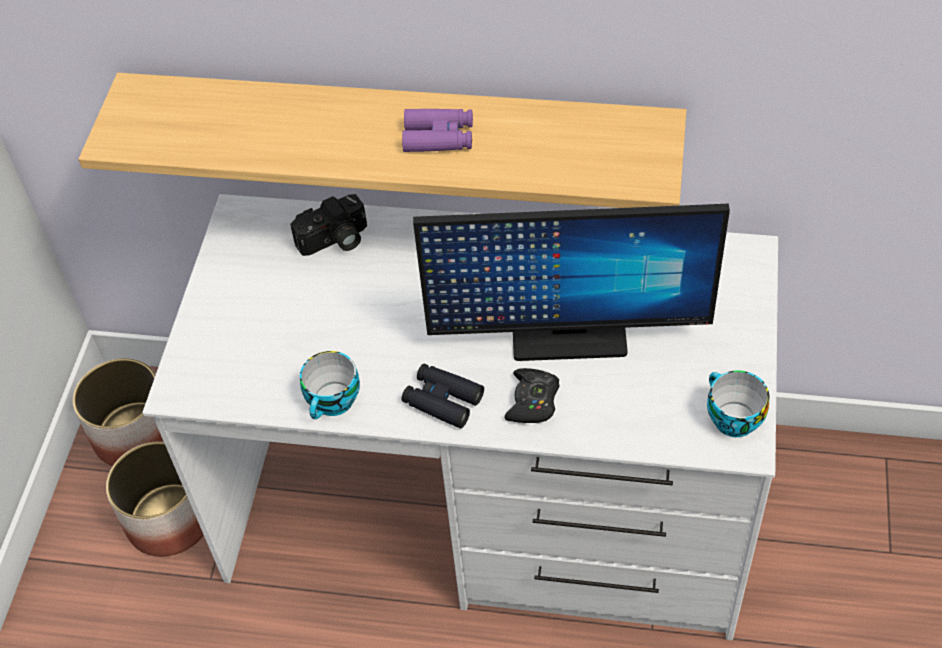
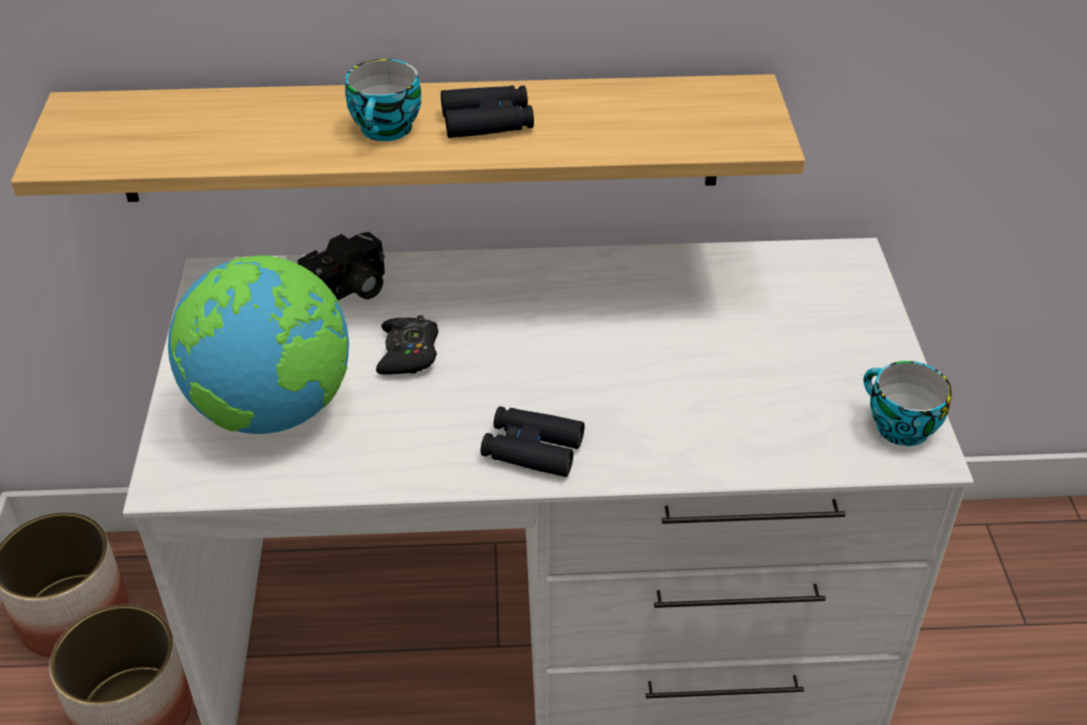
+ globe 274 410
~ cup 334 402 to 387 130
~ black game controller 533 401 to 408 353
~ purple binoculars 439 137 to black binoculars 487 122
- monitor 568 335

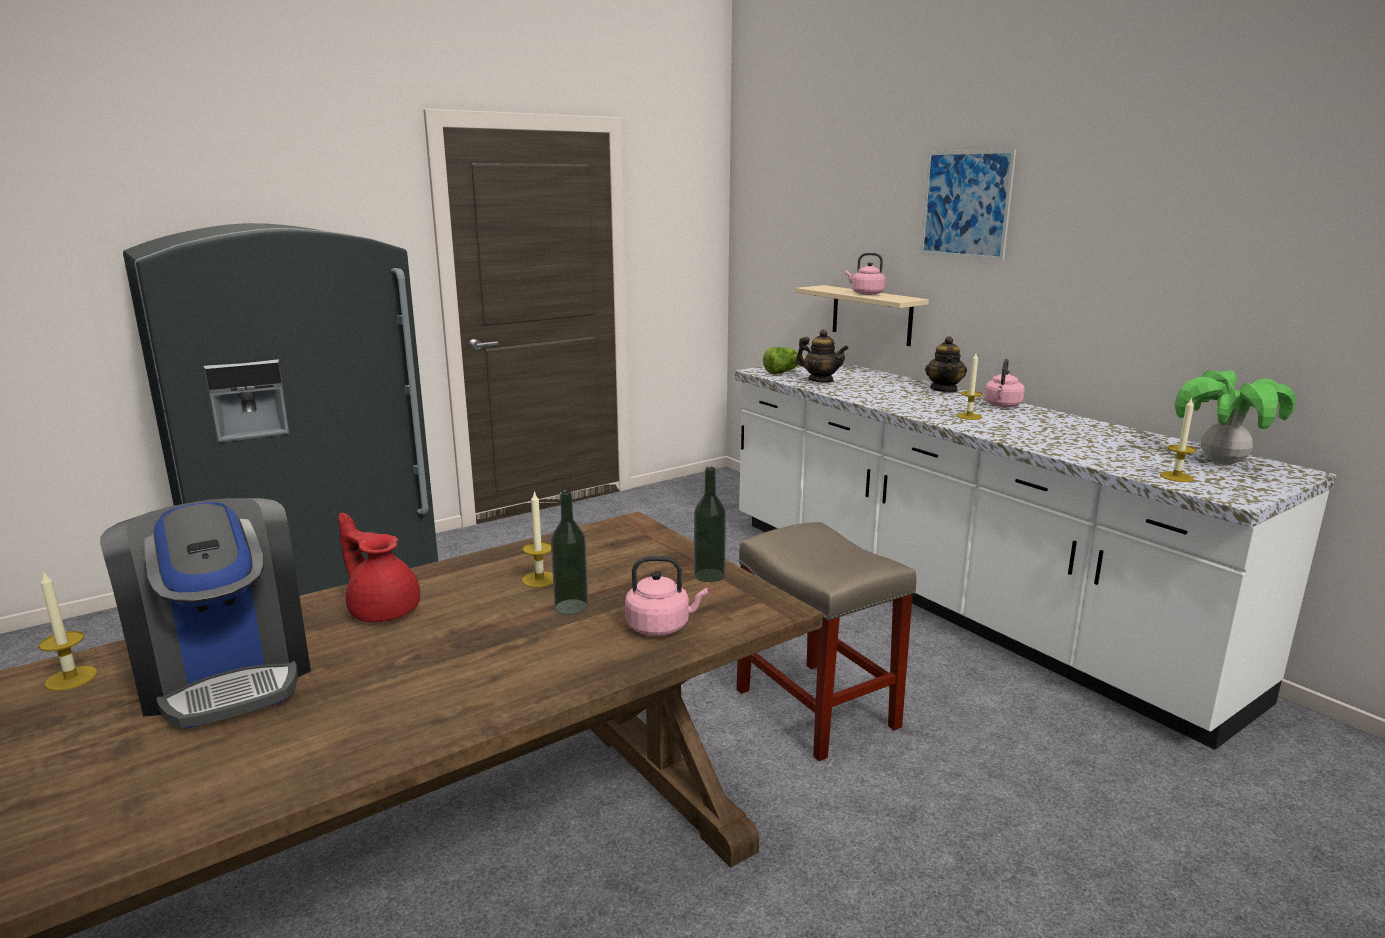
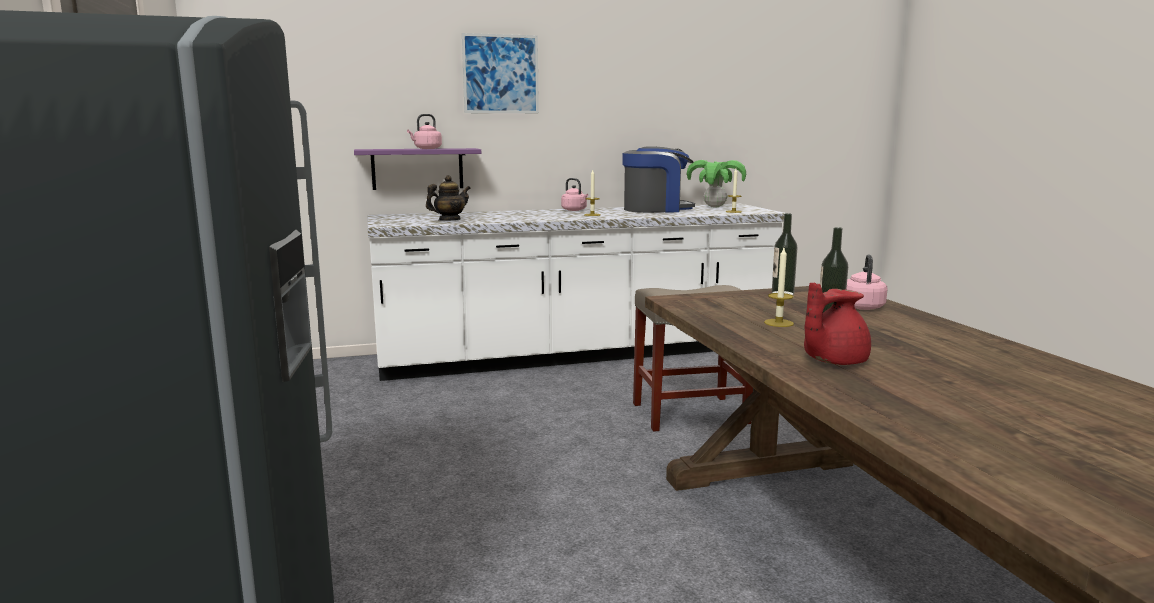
~ beige shelf 871 315 to purple shelf 417 169
~ coffee machine 226 674 to 656 209
- candle 71 678
- lettuce 783 372
- teapot 944 389

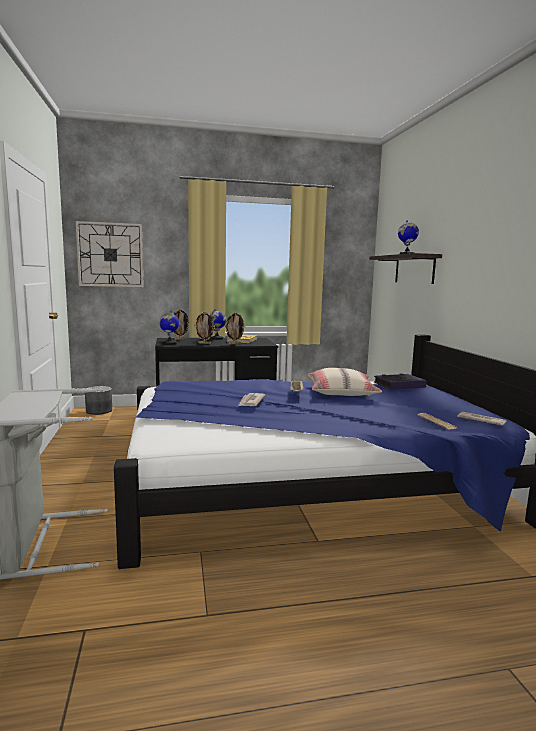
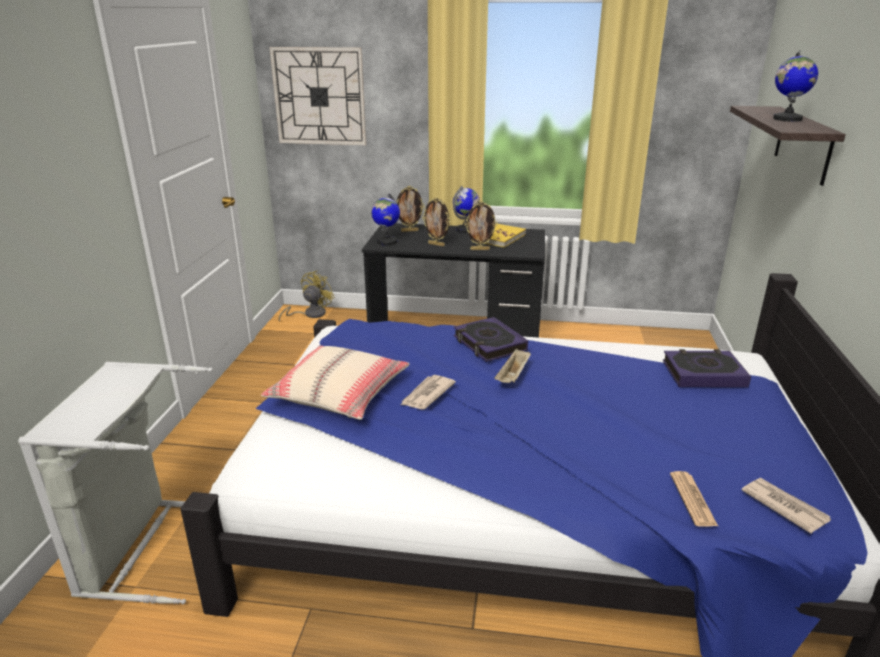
~ beige pillow 341 392 to 339 394
~ grey planter 98 411 to yellow fan 310 314
+ book 489 344

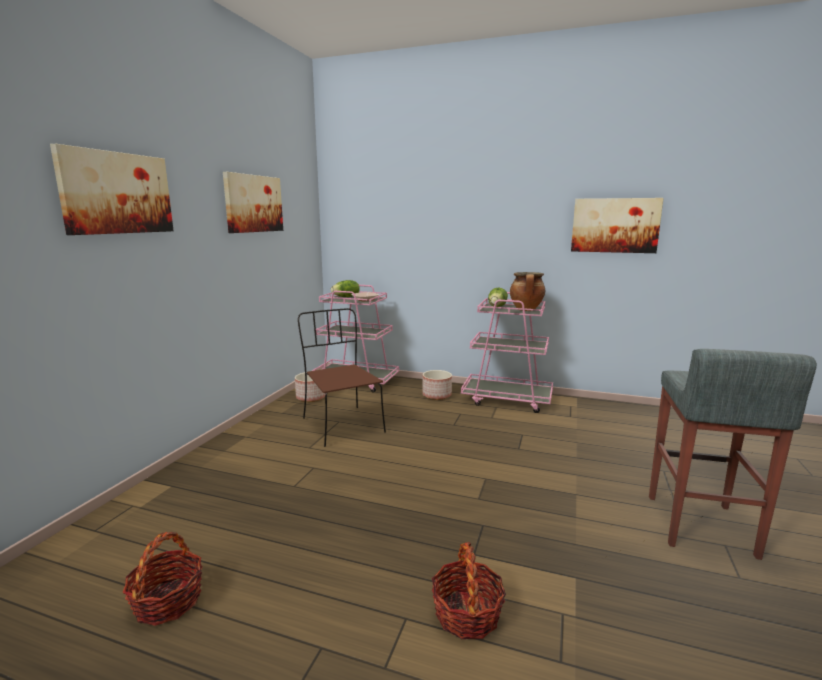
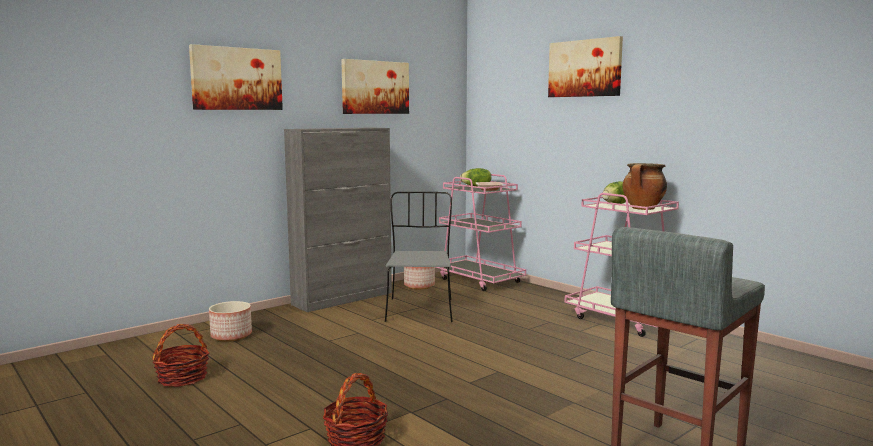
~ planter 436 395 to 231 336
+ grey cabinet 343 298
~ brown chair 341 425 to grey chair 420 309
~ picture 615 225 to 585 68

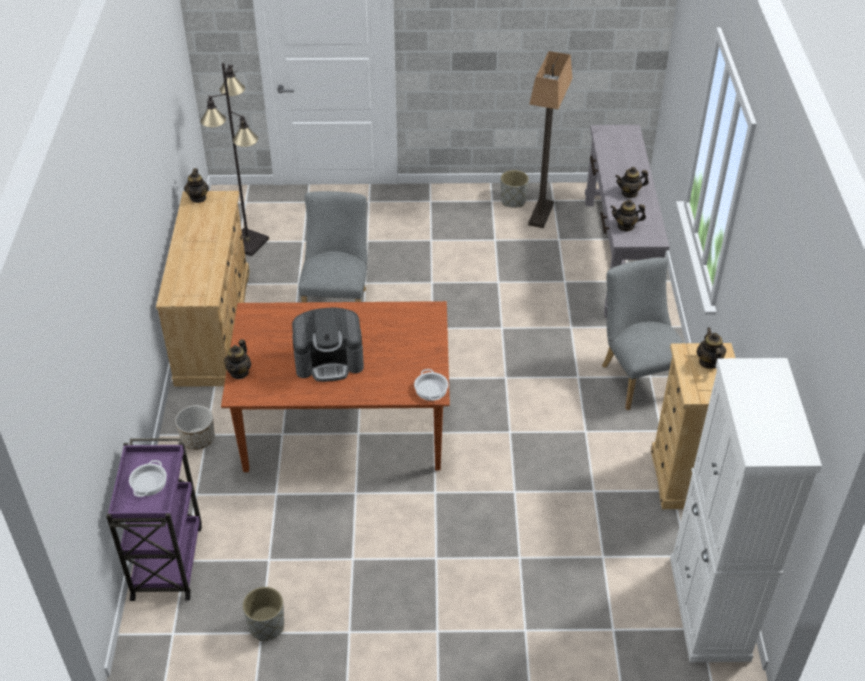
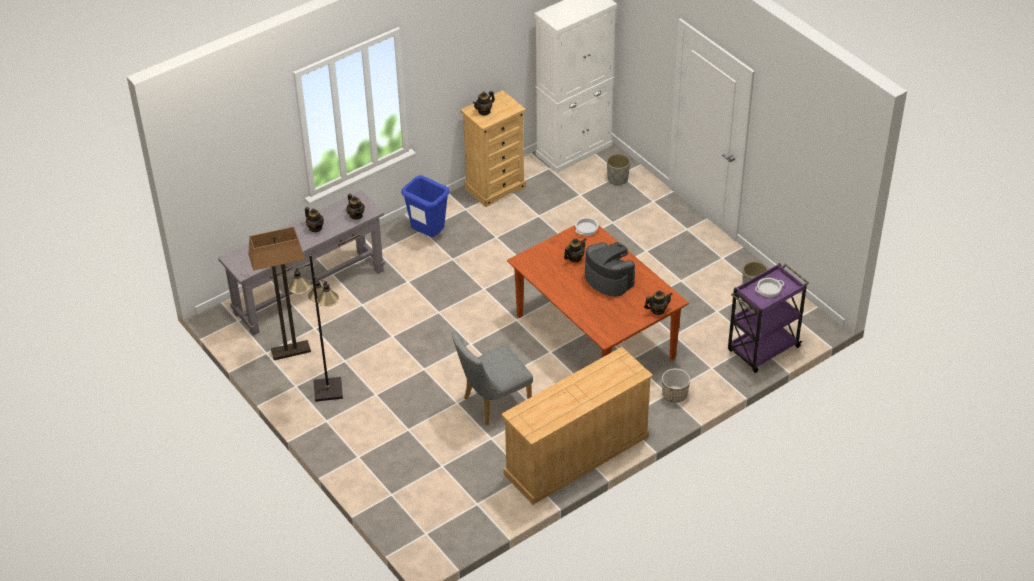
~ black floor lamp 248 243 to 327 389
~ grey chair 637 376 to blue trash can 428 235
~ teapot 198 198 to 574 258
~ grey planter 513 201 to 618 179

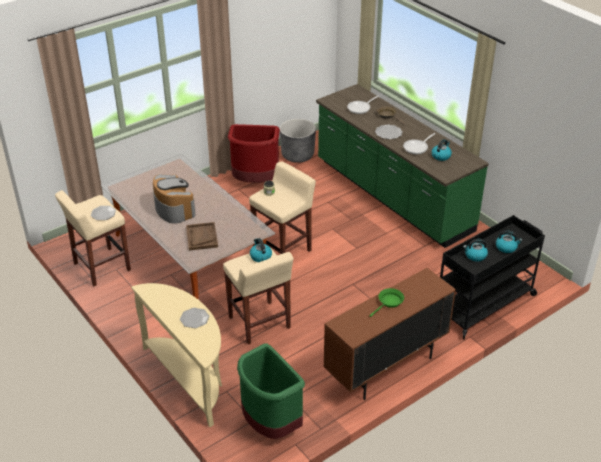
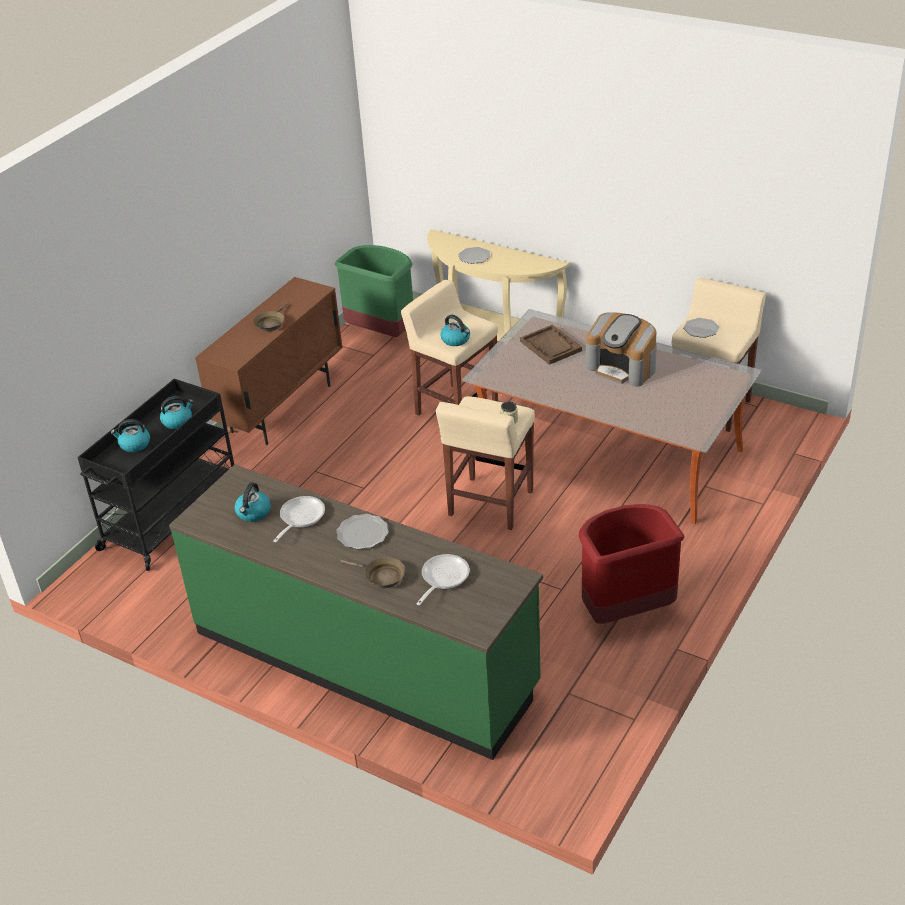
~ green frying pan 389 302 to brown frying pan 271 323
- grey planter 297 155

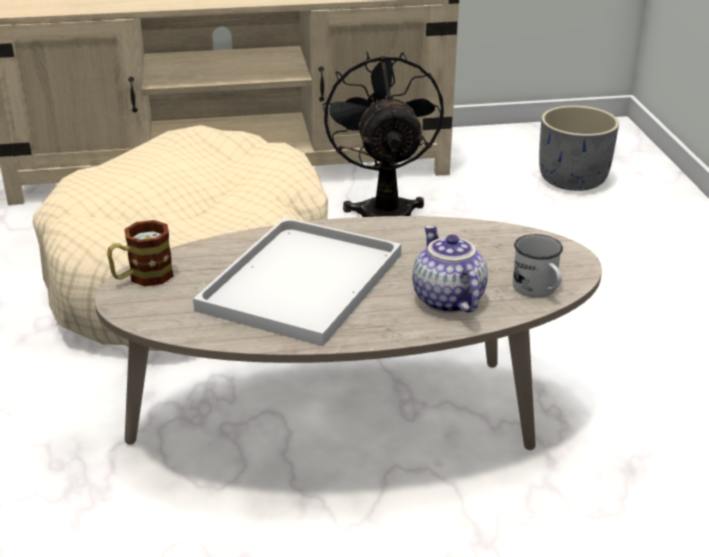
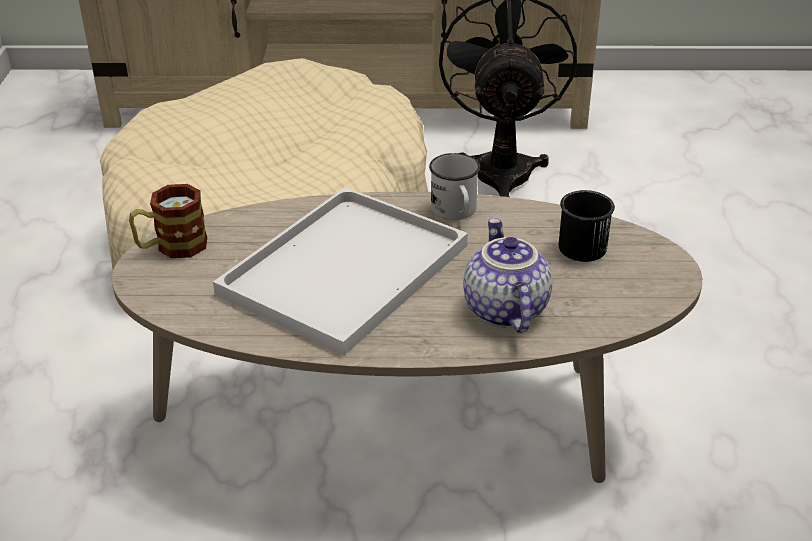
~ white mug 538 290 to 456 212
+ black mug 587 244
- grey planter 573 180

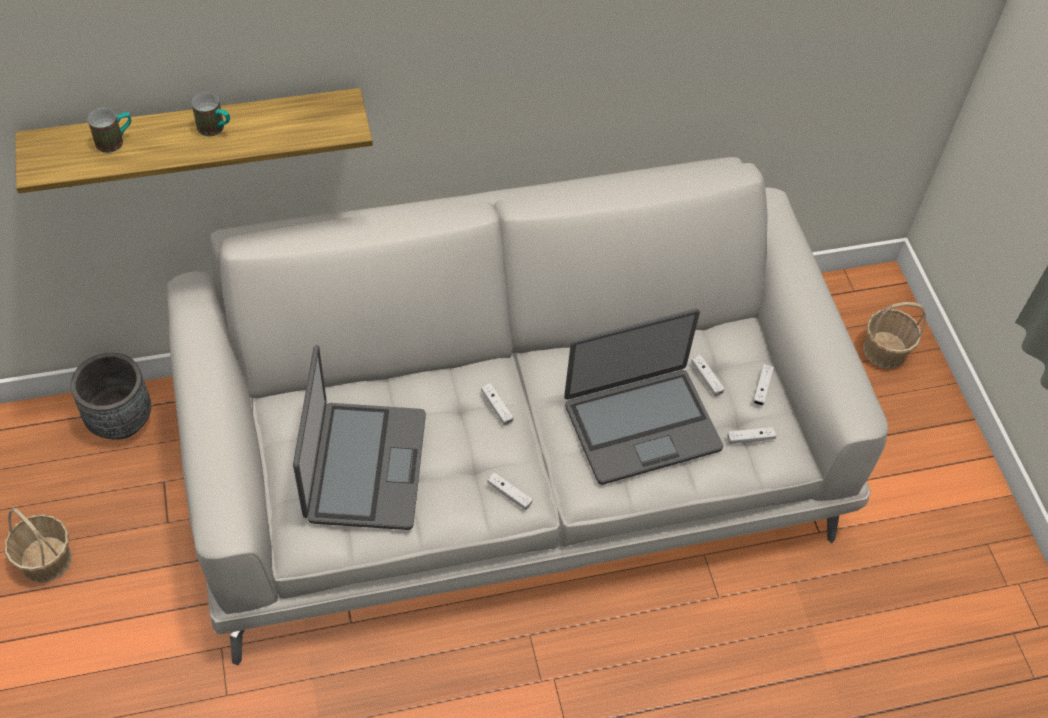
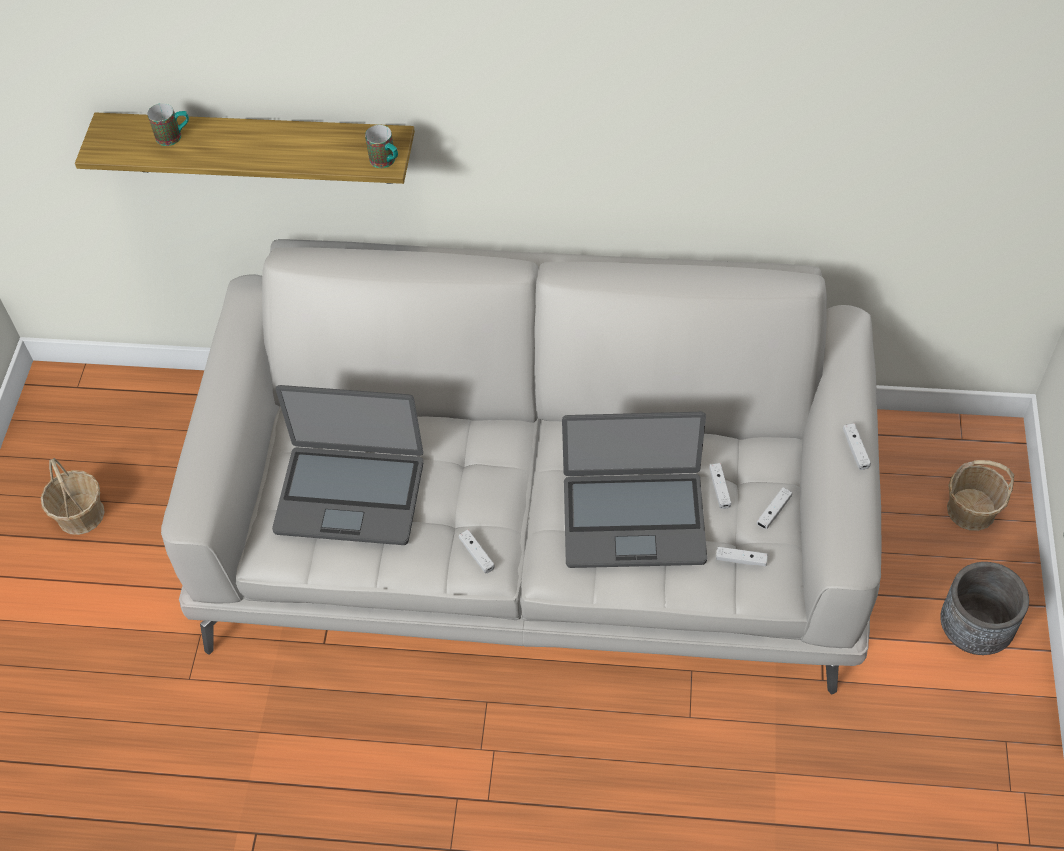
~ laptop 364 467 = 350 494 75 degrees clockwise
~ mug 215 129 to 386 162
~ white game controller 496 407 to 855 450
~ grey planter 121 420 to 973 631

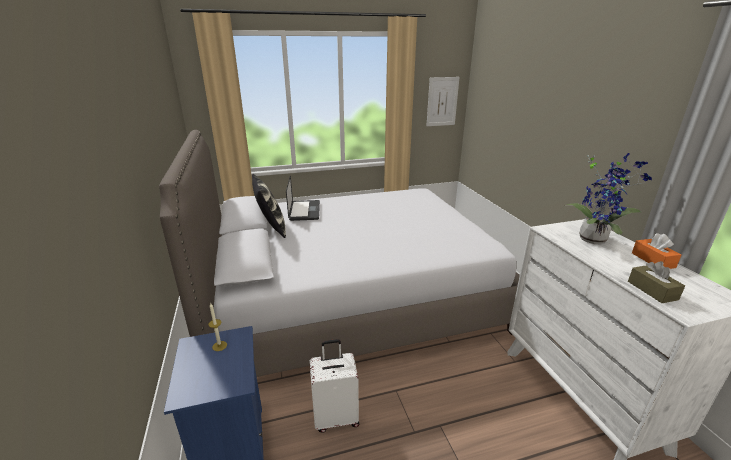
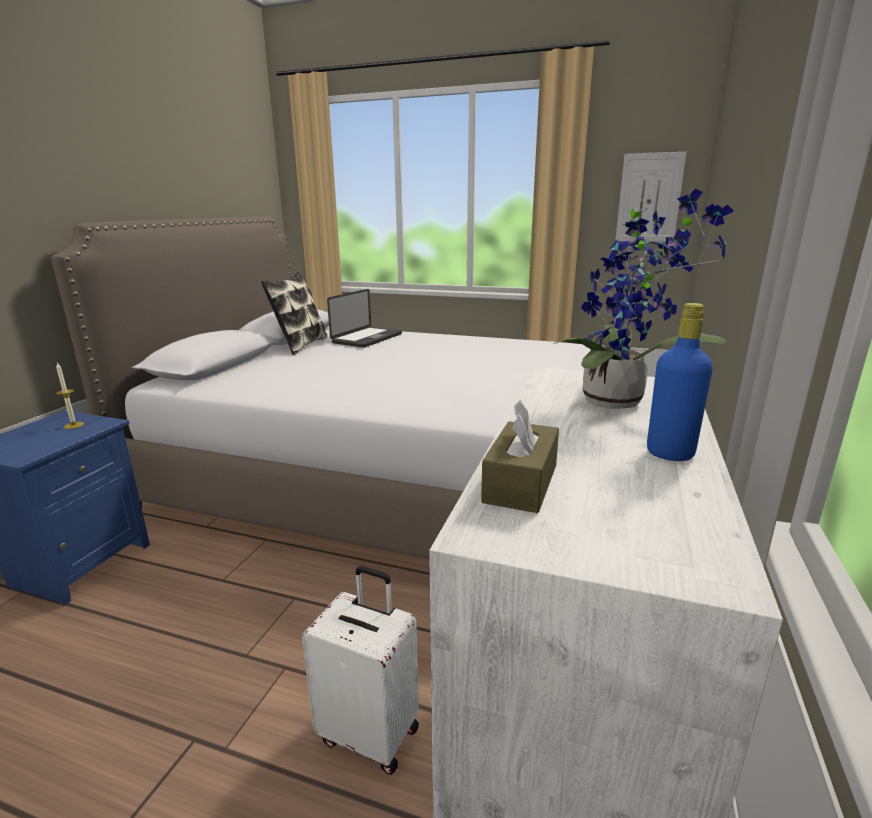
~ white suitcase 336 417 to 370 733
~ orange tissue box 653 260 to blue bottle 670 453

